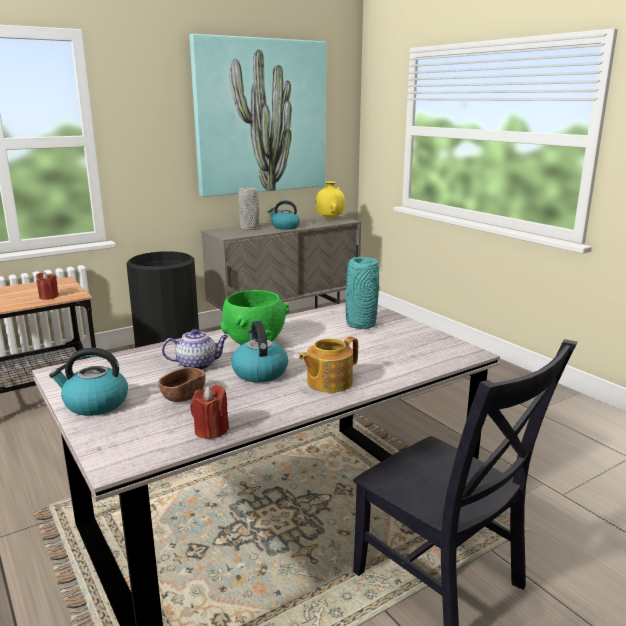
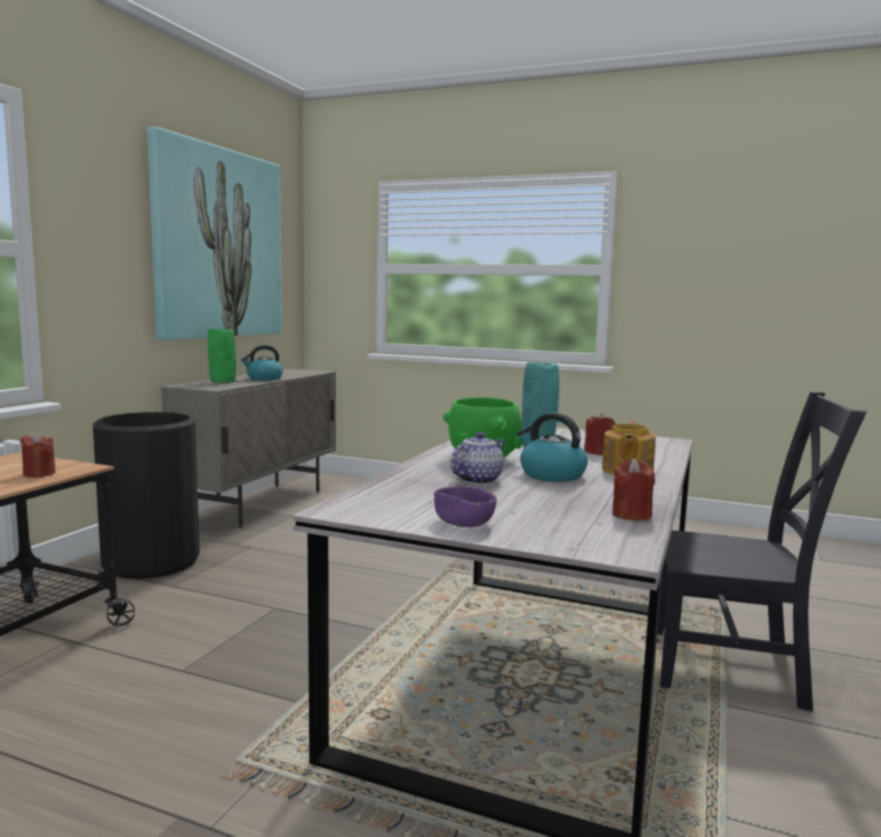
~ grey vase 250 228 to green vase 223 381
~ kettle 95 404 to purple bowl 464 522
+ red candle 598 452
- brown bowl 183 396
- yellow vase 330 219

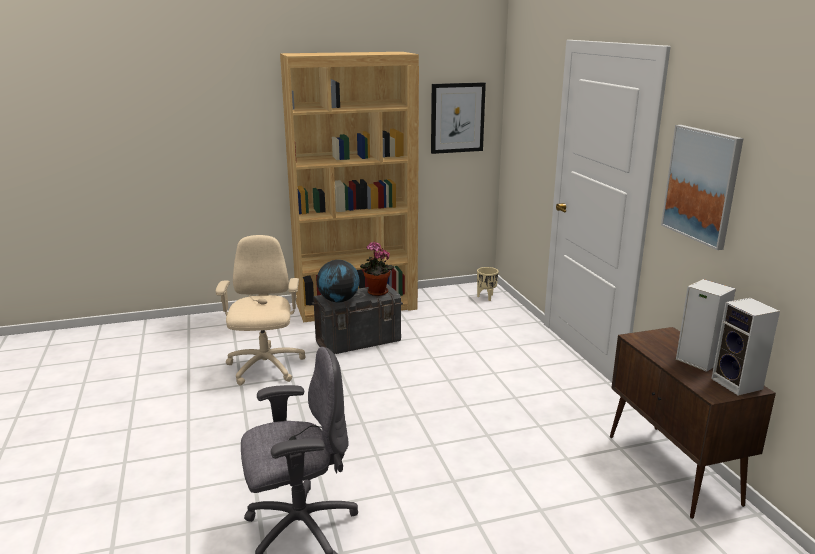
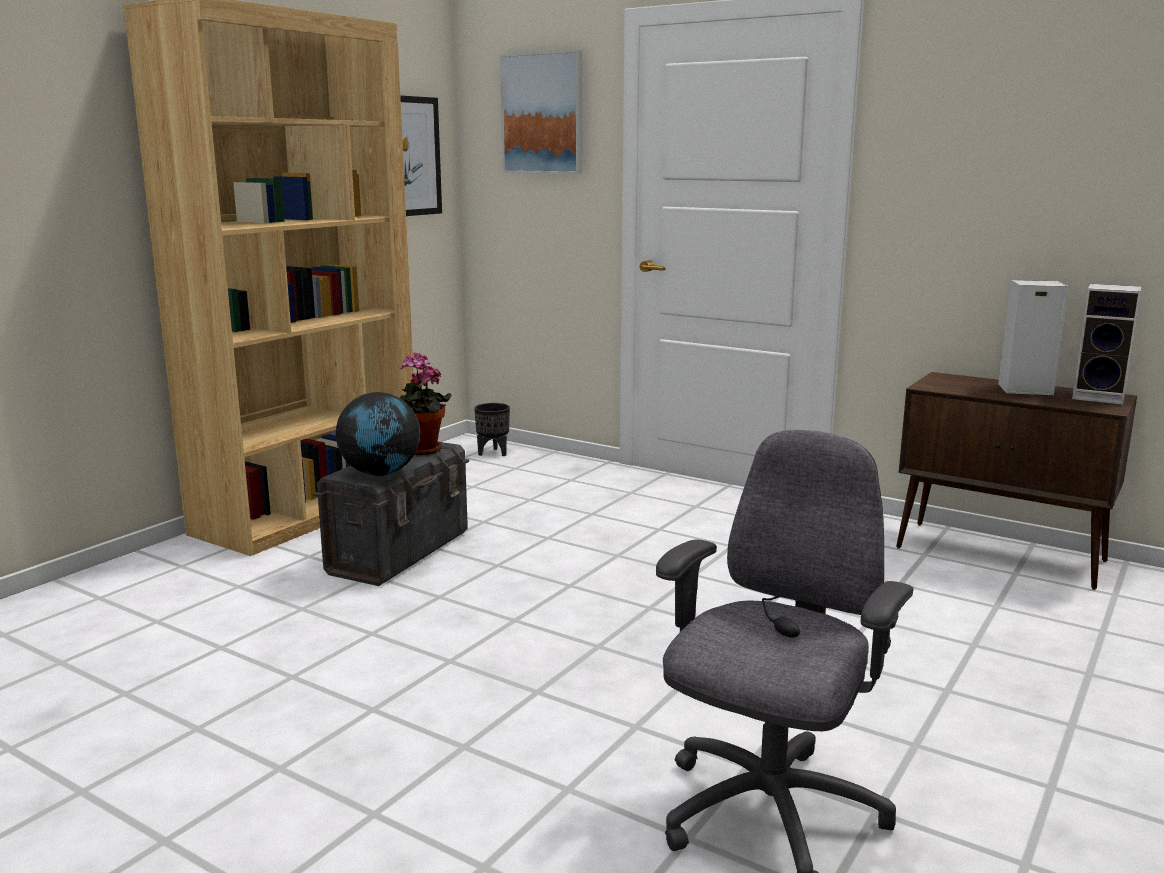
~ beige planter 486 297 to black planter 493 453
~ picture 701 185 to 543 114
- beige office chair 265 368

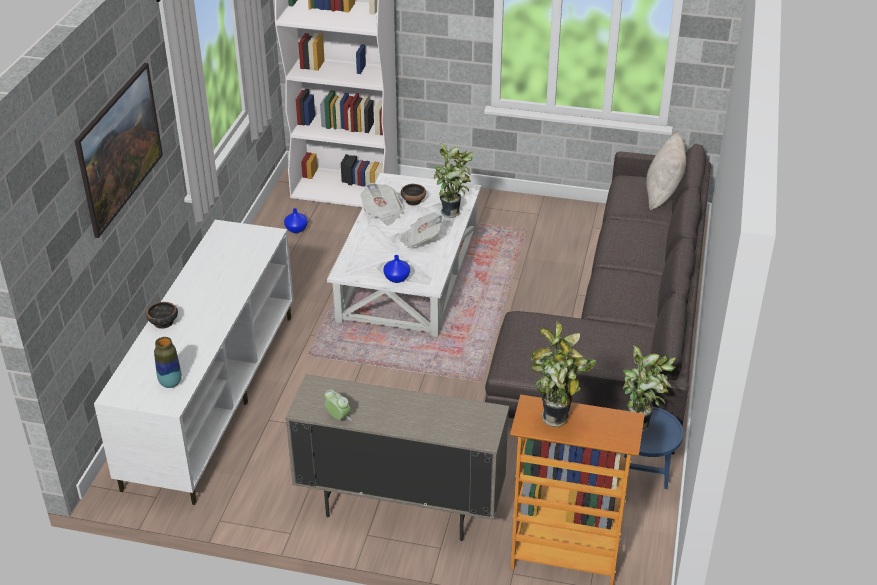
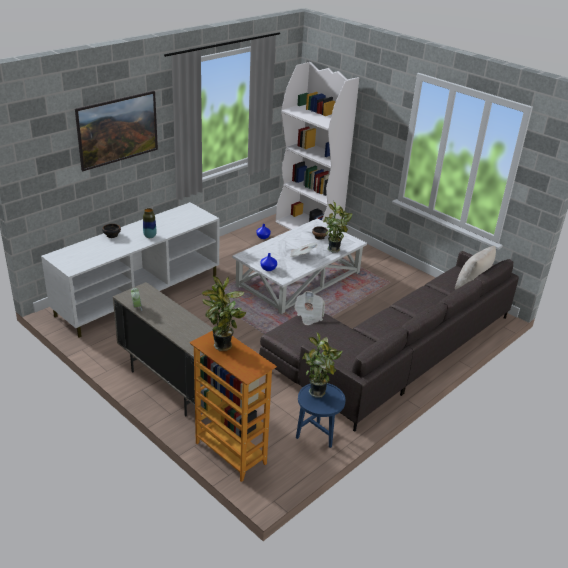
~ vase 170 383 to 150 236
~ newspaper 382 213 to 309 315

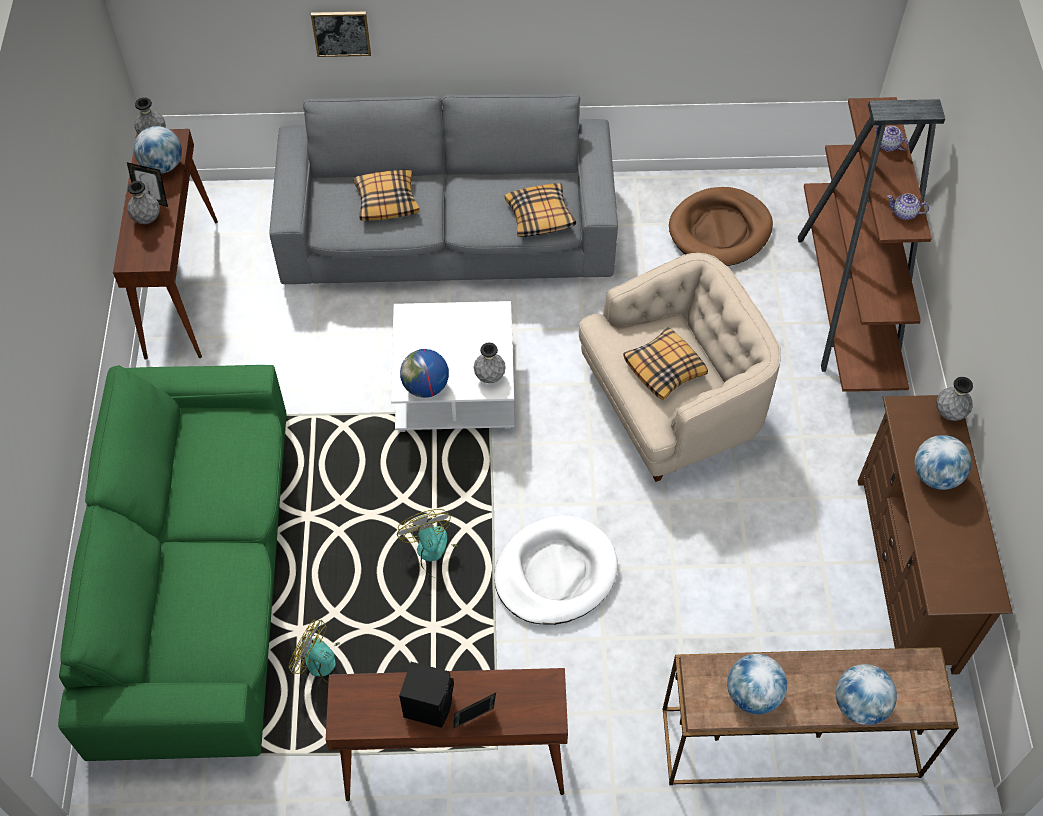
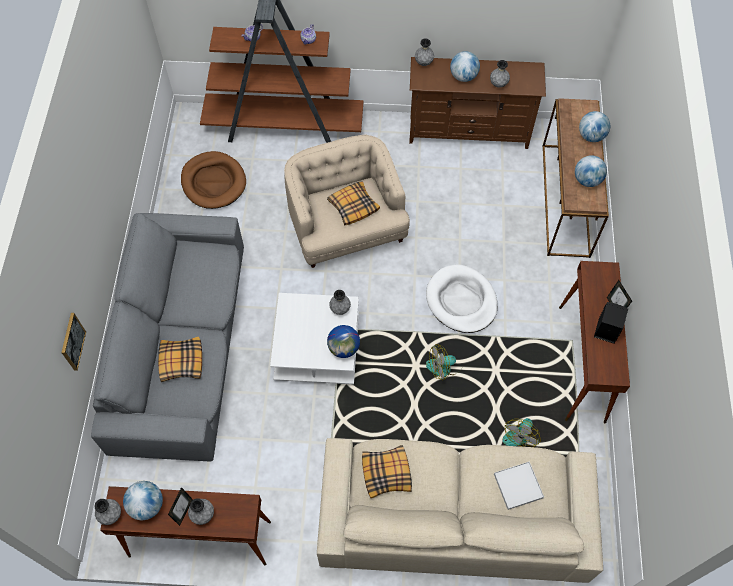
~ green sofa 198 575 to beige sofa 454 516
~ pillow 540 216 to 387 473
+ grey vase 498 84
+ white tray 518 486

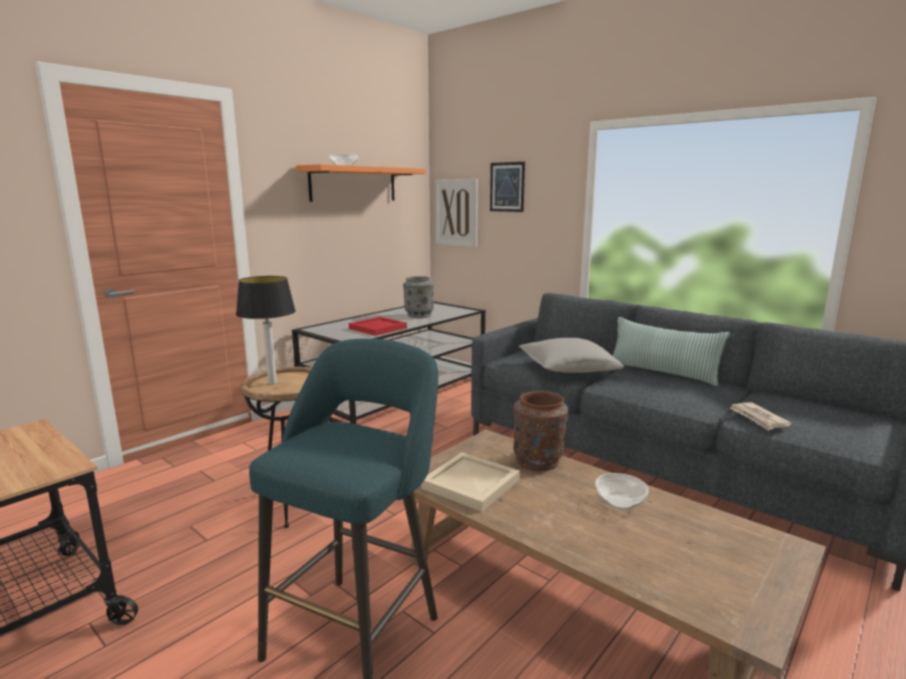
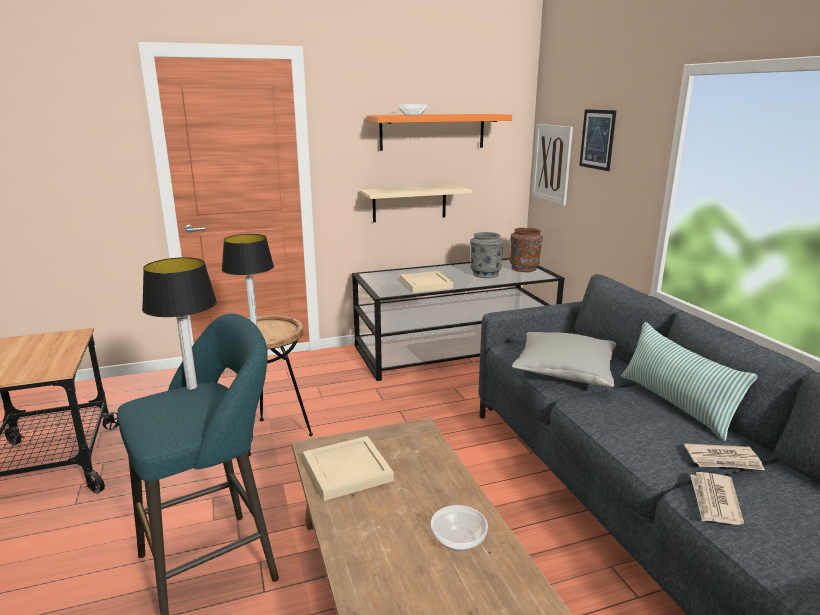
+ table lamp 192 387
+ beige shelf 409 203
~ red tray 377 328 to beige tray 425 284
~ brown vase 538 460 to 524 268
+ newspaper 723 460

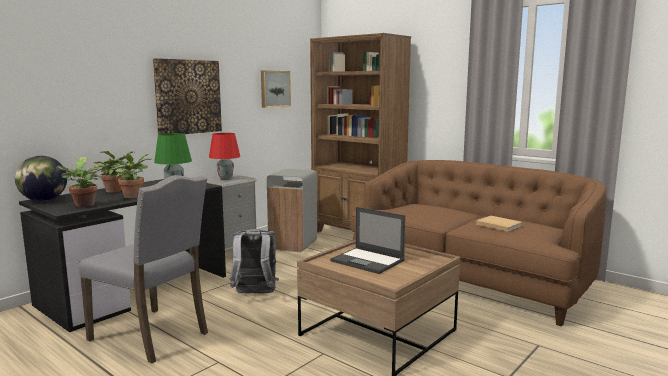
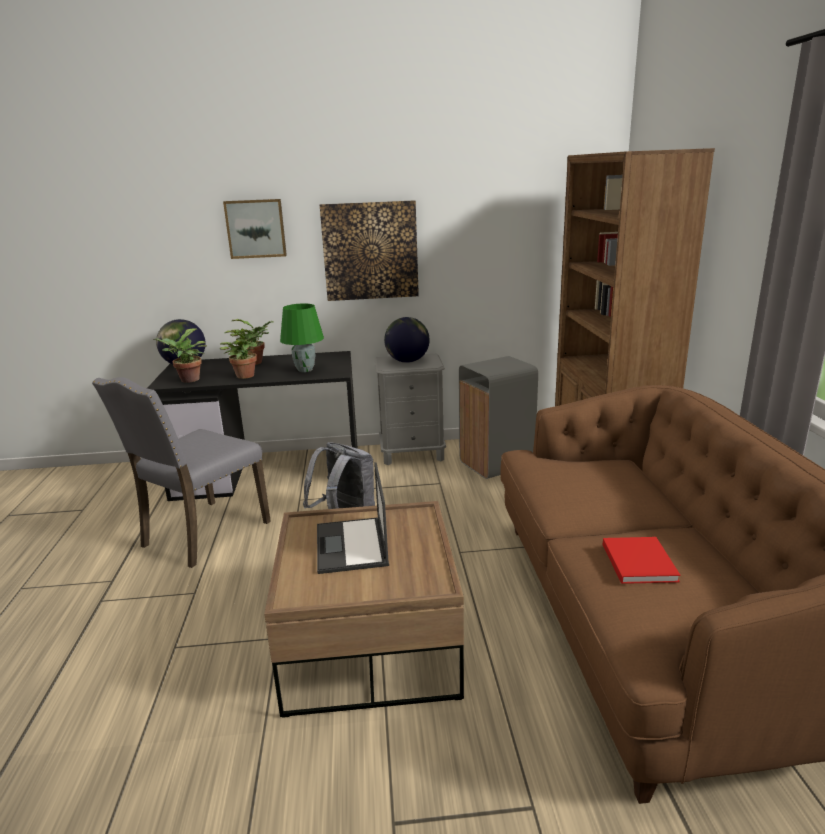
~ grey chair 152 336 = 202 534 45 degrees clockwise
~ picture 274 89 to 256 228
~ red table lamp 225 179 to globe 407 361
~ beige book 497 225 to red book 638 561

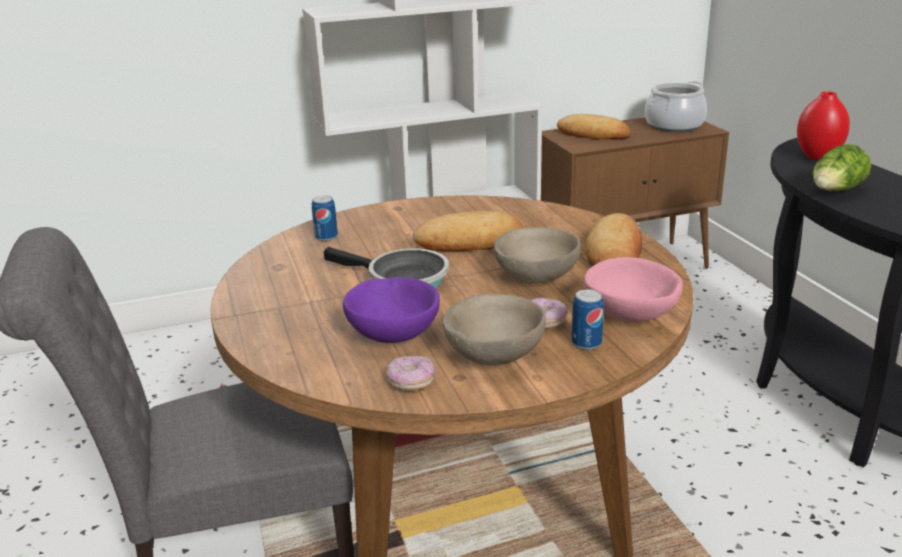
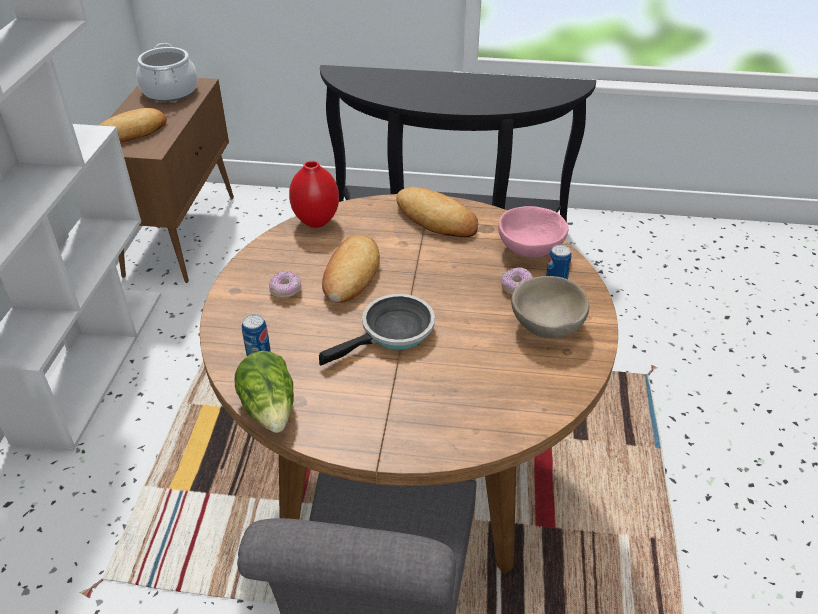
~ lettuce 835 191 to 270 408
~ donut 411 383 to 286 291
~ red vase 818 157 to 317 221
- purple bowl 394 334
- beige bowl 536 276

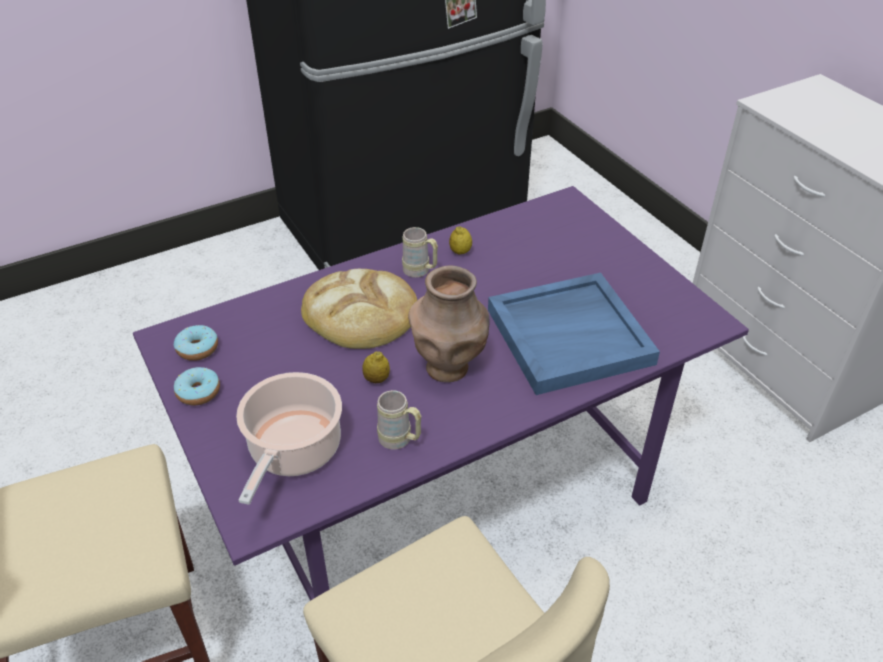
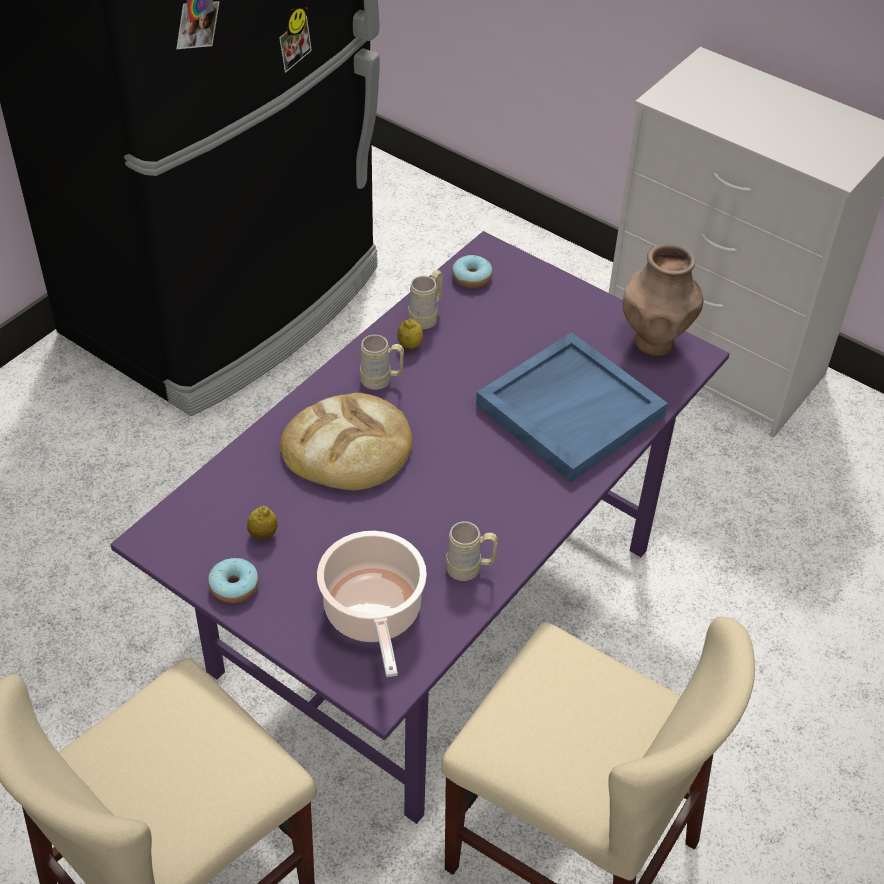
~ lemon 376 379 to 263 534
+ beige mug 427 317
~ donut 197 349 to 471 277
~ brown vase 448 367 to 654 341

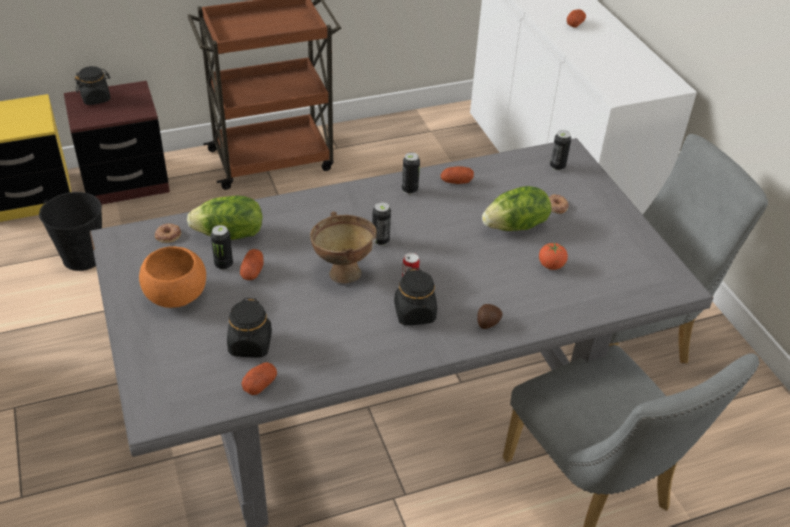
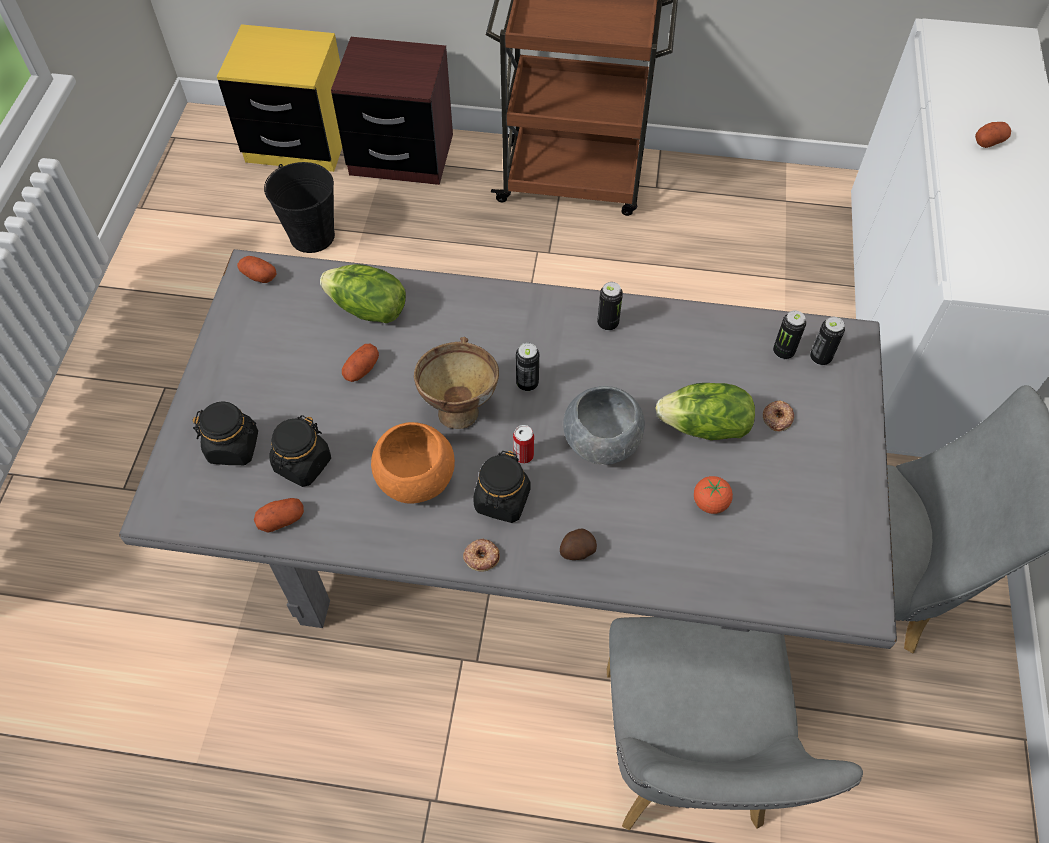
~ black jar 96 98 to 233 447
~ potato 456 182 to 259 276
~ orange bowl 175 295 to 415 478
~ donut 168 235 to 481 556
+ grey bowl 602 441
~ can 224 265 to 783 352

